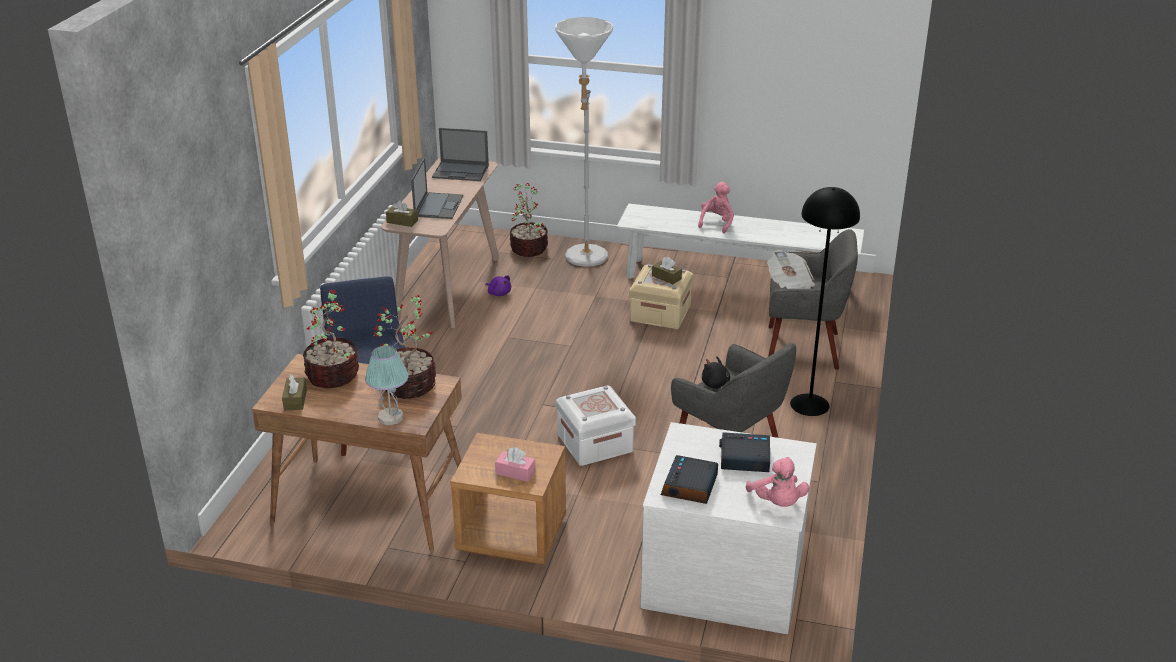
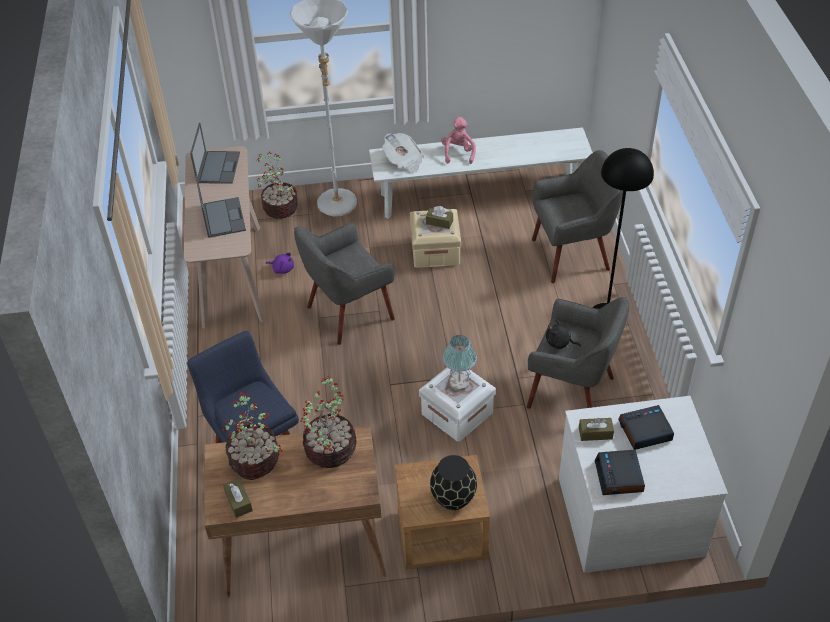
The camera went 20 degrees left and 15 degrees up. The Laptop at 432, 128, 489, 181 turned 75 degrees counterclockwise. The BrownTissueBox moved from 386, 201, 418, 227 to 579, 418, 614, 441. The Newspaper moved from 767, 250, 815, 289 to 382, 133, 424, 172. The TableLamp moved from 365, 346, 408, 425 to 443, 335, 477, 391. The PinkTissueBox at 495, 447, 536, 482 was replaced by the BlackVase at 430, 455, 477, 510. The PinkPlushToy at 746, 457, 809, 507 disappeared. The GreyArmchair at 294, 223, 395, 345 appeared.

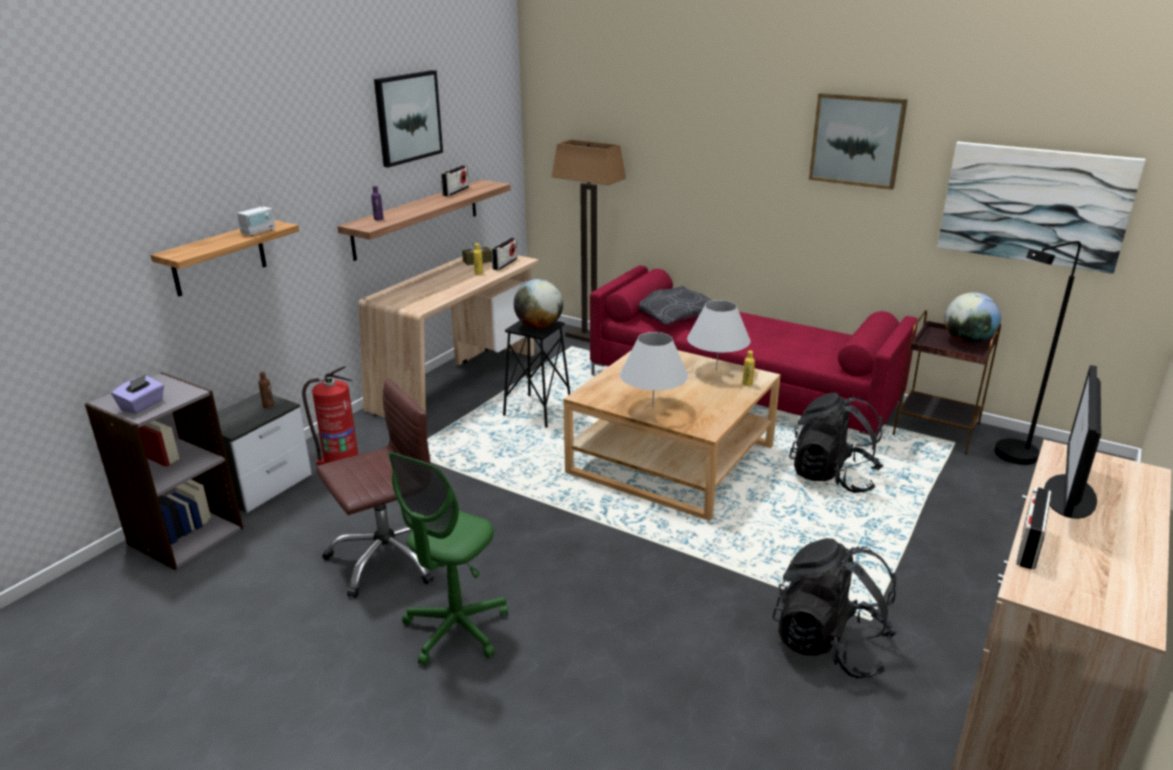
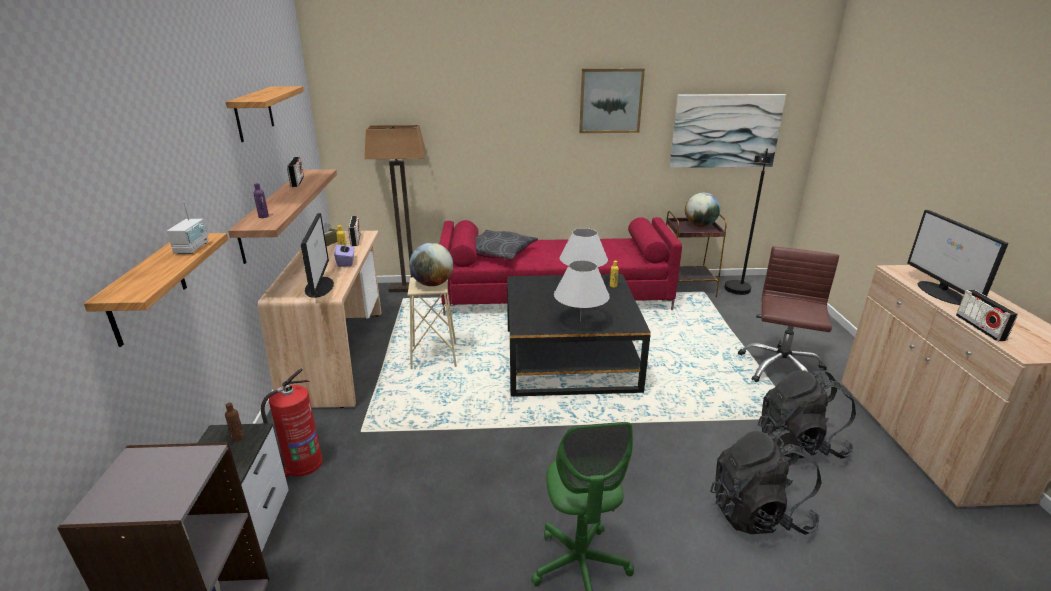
The camera went 35 degrees left and 0 degrees up. The Picture at 374, 70, 443, 168 was replaced by the Shelf at 226, 86, 304, 142. The BlackStool at 503, 321, 571, 428 became the BeigeStool at 407, 277, 457, 369. The BeigeCoffeeTable at 564, 350, 781, 521 became the BlackCoffeeTable at 507, 274, 651, 397. The PurpleTissueBox moved from 111, 374, 164, 414 to 334, 242, 355, 267. The BrownOfficeChair moved from 316, 379, 434, 598 to 738, 246, 839, 382. The BlackBackpack moved from 789, 393, 884, 493 to 710, 427, 822, 535. The Monitor at 301, 213, 334, 298 appeared.

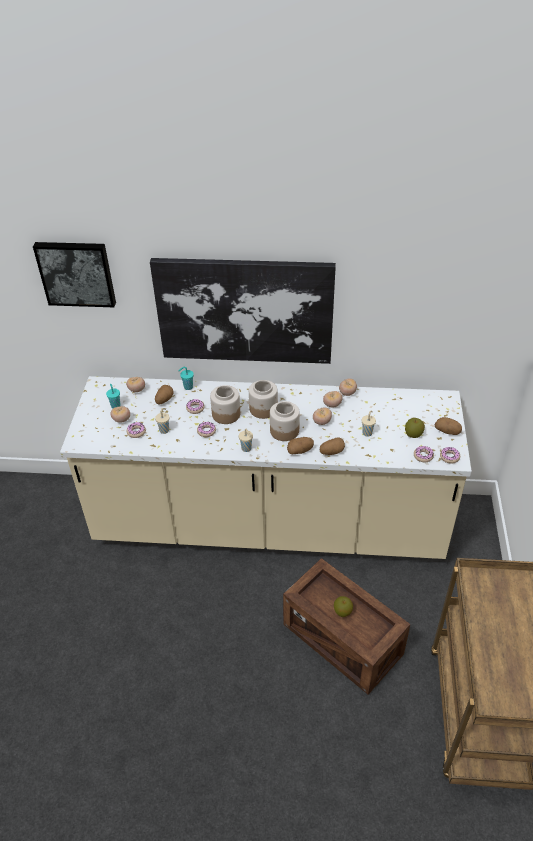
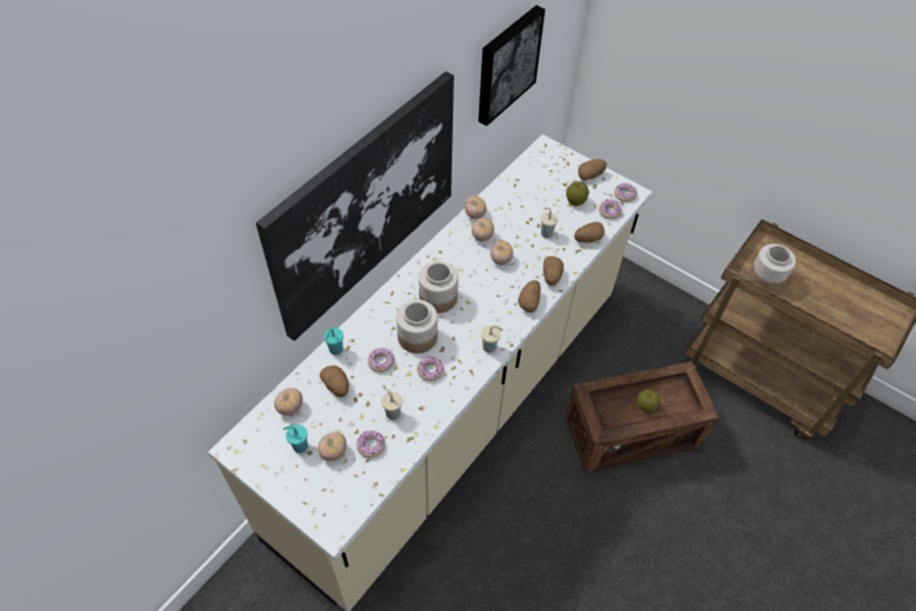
The camera went 60 degrees left and 10 degrees up. The Picture moved from 33, 242, 116, 307 to 478, 5, 545, 126. The Jar moved from 270, 401, 300, 441 to 749, 244, 796, 292. The Potato at 574, 222, 605, 243 appeared.

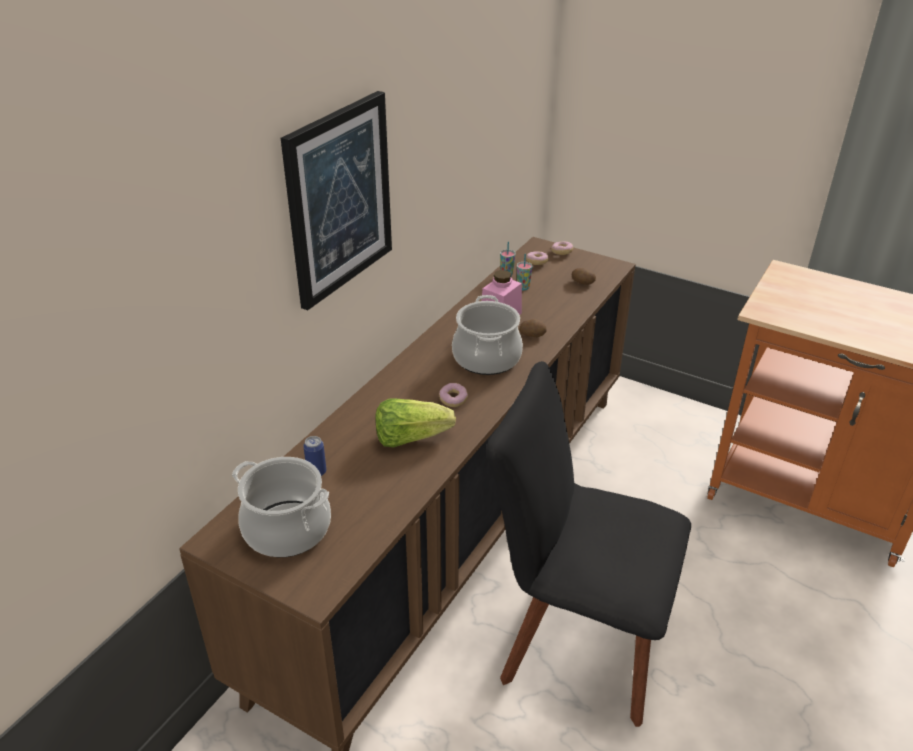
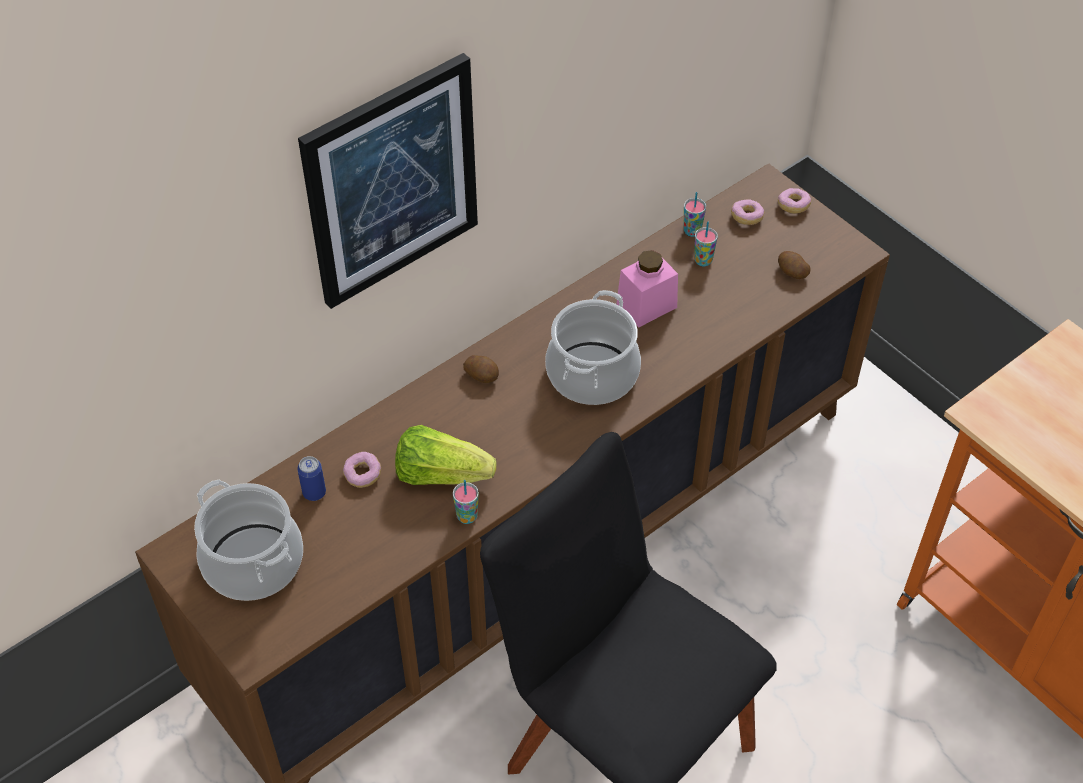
The camera went 20 degrees right and 15 degrees up. The Potato moved from 519, 319, 547, 337 to 463, 355, 499, 383. The Donut moved from 439, 383, 468, 407 to 343, 452, 381, 488. The Cup at 453, 480, 479, 524 appeared.

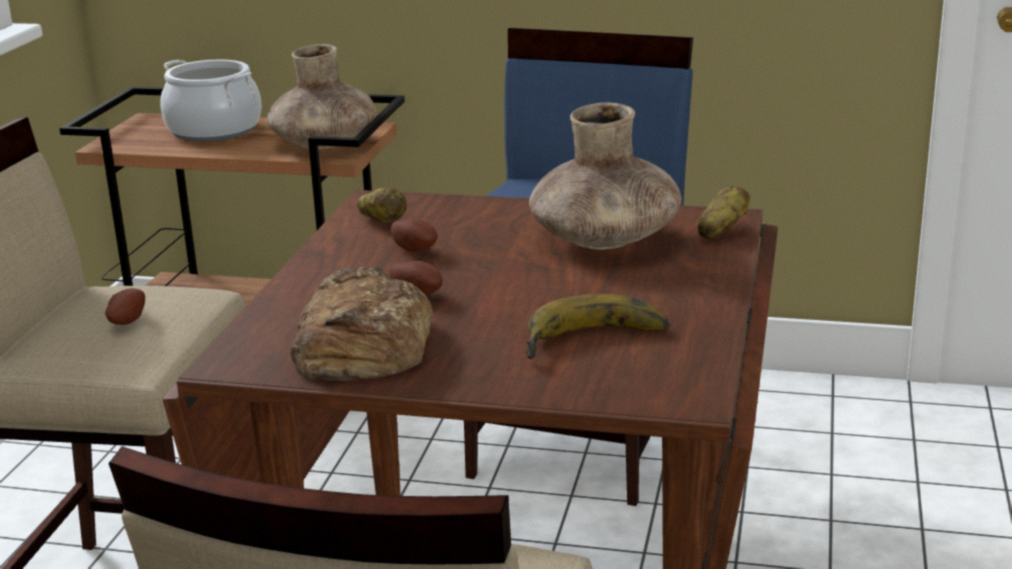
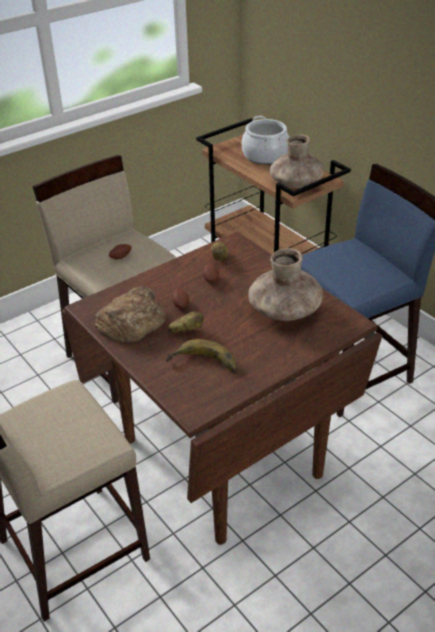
The camera went 40 degrees right and 15 degrees up. The Potato moved from 697, 186, 750, 239 to 168, 311, 204, 334.

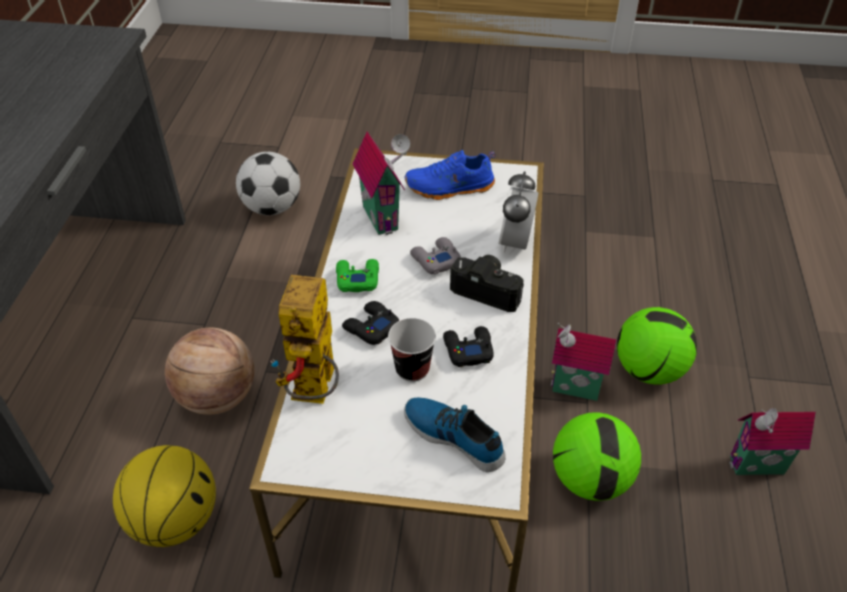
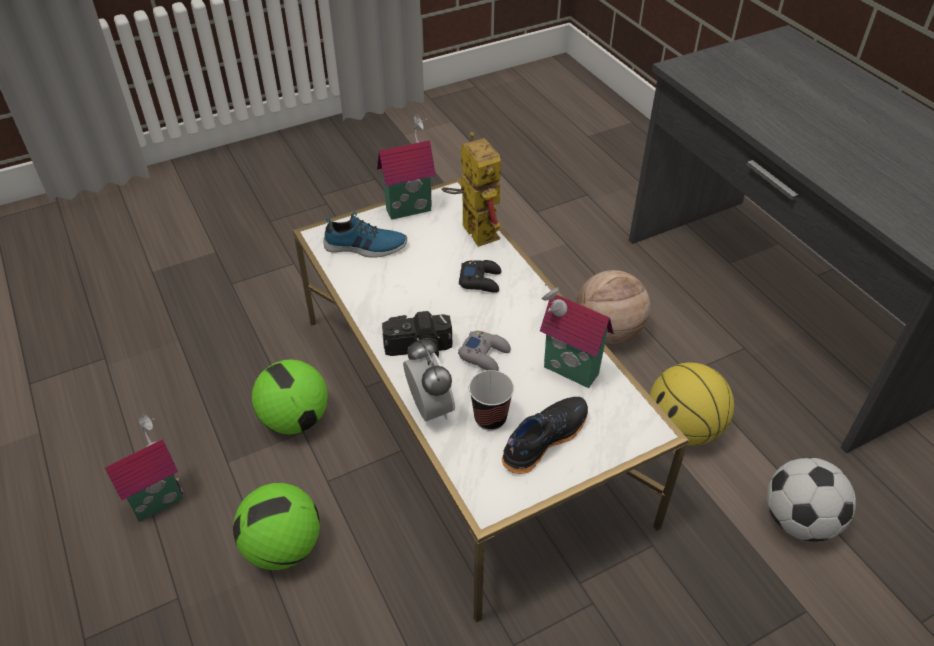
The camera went 145 degrees right and 0 degrees up. The BlueShoe at 405, 150, 496, 200 became the BlackShoe at 502, 397, 588, 474. The GreenGameController at 336, 259, 379, 292 disappeared. The Cup moved from 388, 318, 436, 382 to 469, 370, 514, 430. The ToyHouse moved from 551, 323, 617, 401 to 377, 114, 436, 220. The BlackGameController at 443, 326, 493, 367 disappeared. The Basketball moved from 113, 445, 216, 547 to 650, 363, 734, 445.

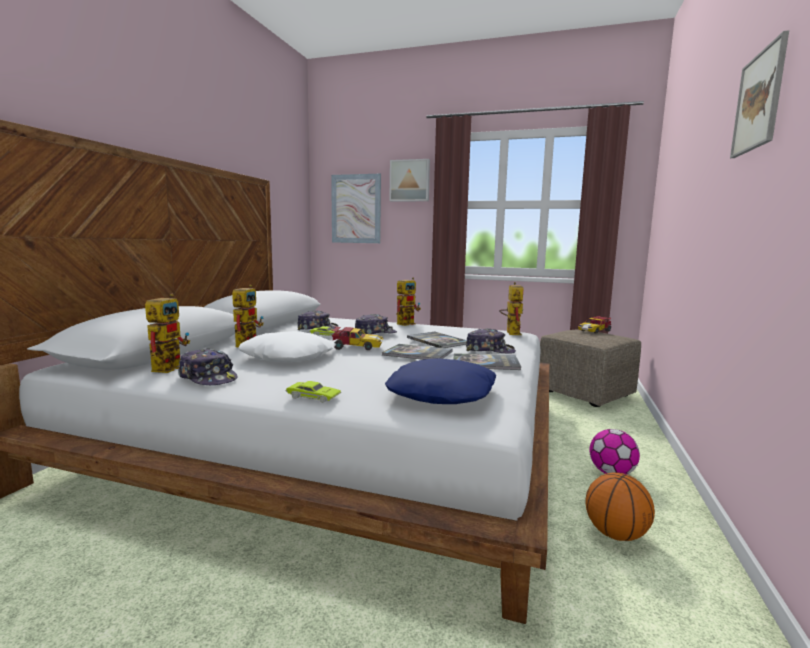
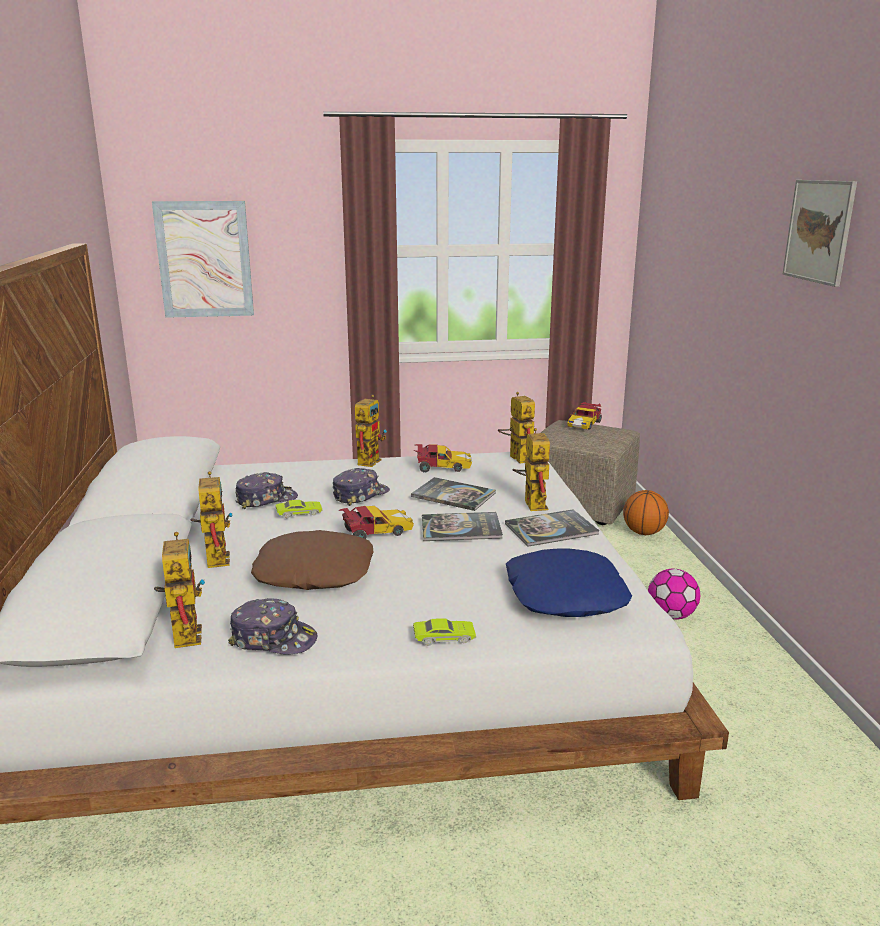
The camera went 25 degrees left and 10 degrees up. The Picture at 389, 159, 430, 202 disappeared. The Cap at 466, 328, 516, 354 was replaced by the ToyRobot at 512, 428, 550, 511. The WhitePillow at 238, 331, 336, 362 became the BrownPillow at 251, 530, 373, 590. The Basketball moved from 585, 473, 655, 541 to 623, 490, 669, 535. The ToyCar at 413, 444, 472, 473 appeared.

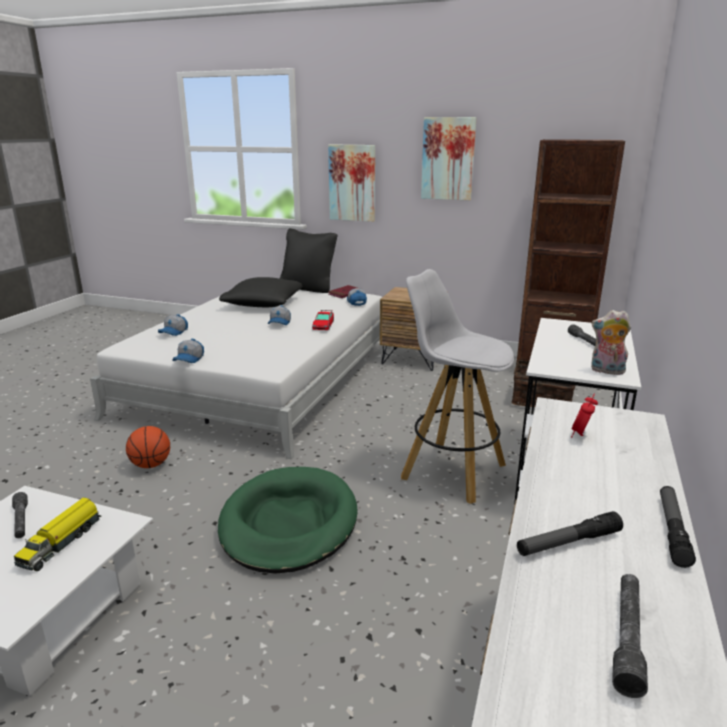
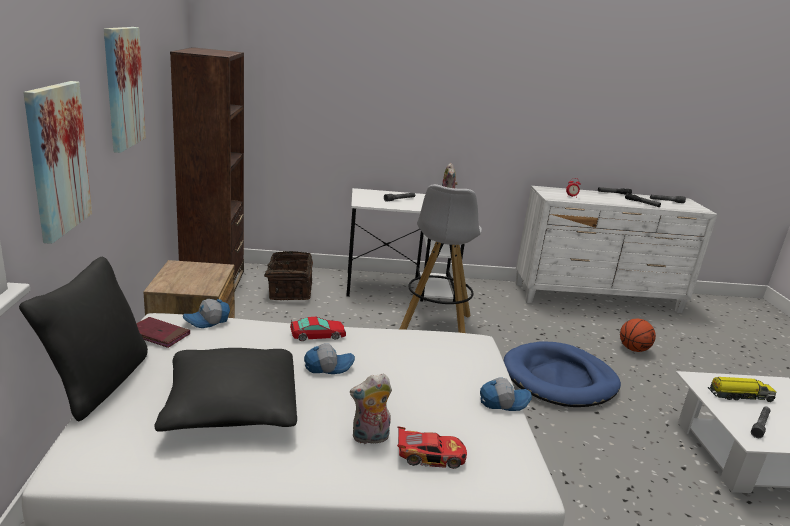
The camera went 115 degrees left and 0 degrees up. The Cap at 158, 314, 188, 336 was replaced by the ToyCar at 397, 427, 467, 469. The Basketball moved from 126, 426, 170, 468 to 620, 319, 656, 352. The GreenDogBed at 218, 467, 358, 574 became the BlueDogBed at 504, 342, 621, 407. The PlushToy at 350, 373, 392, 446 appeared.

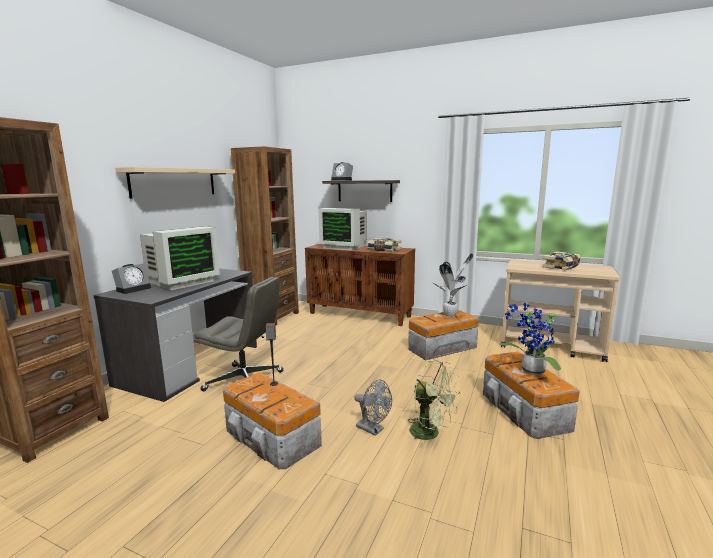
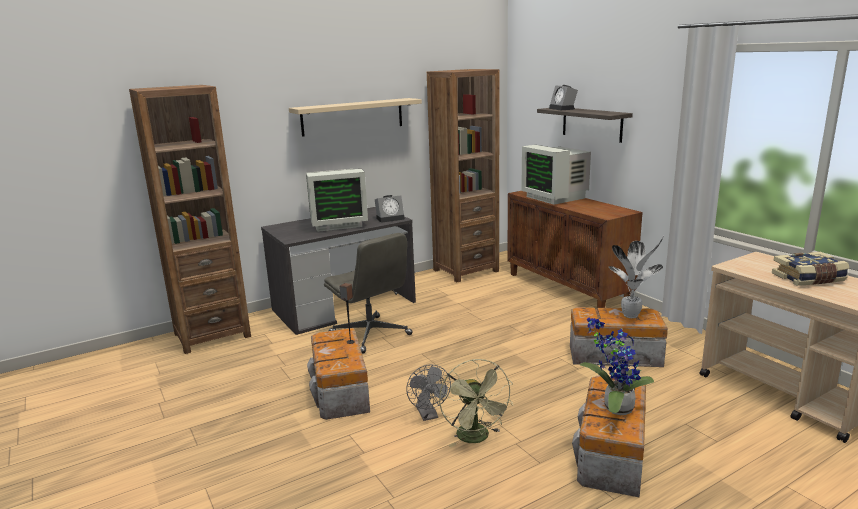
The camera went 35 degrees right and 5 degrees up. The Book at 368, 238, 401, 252 disappeared. The AlarmClock moved from 112, 263, 151, 294 to 375, 195, 405, 223.

